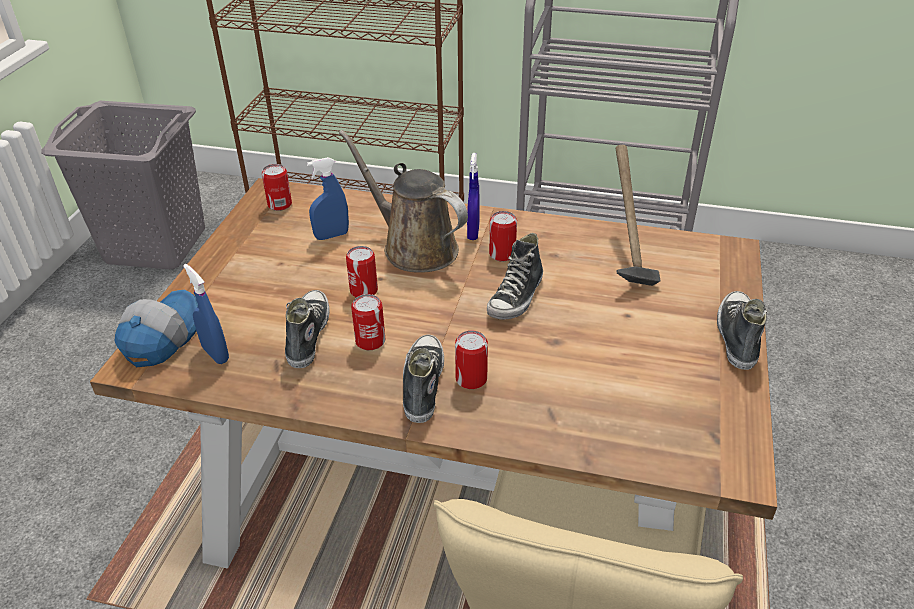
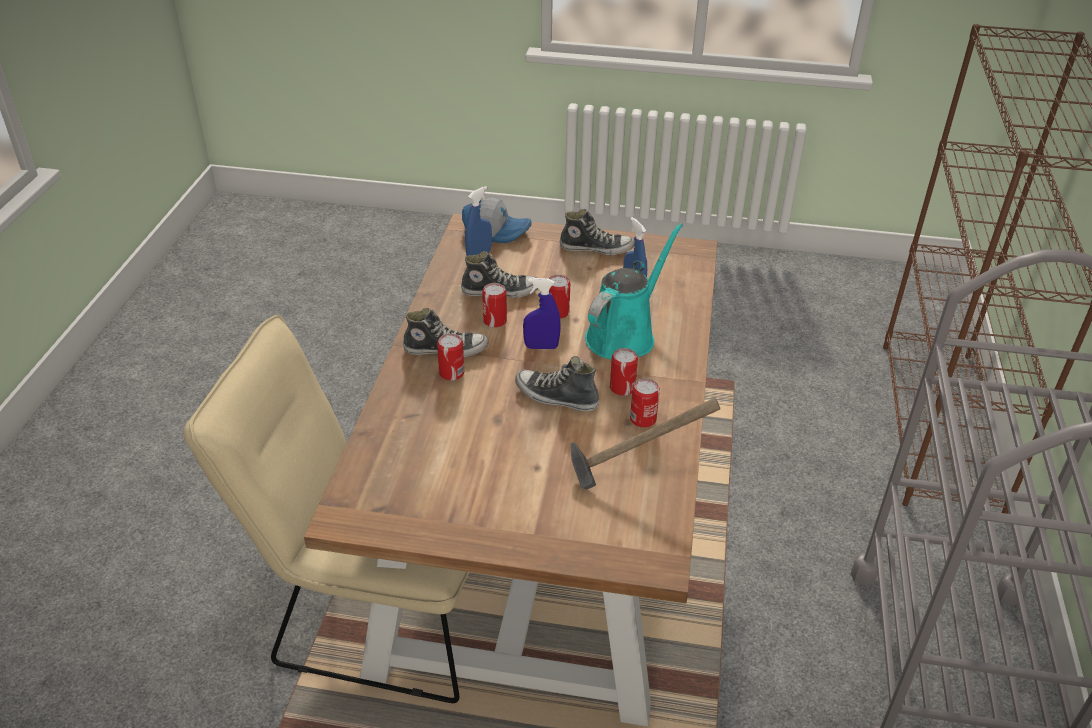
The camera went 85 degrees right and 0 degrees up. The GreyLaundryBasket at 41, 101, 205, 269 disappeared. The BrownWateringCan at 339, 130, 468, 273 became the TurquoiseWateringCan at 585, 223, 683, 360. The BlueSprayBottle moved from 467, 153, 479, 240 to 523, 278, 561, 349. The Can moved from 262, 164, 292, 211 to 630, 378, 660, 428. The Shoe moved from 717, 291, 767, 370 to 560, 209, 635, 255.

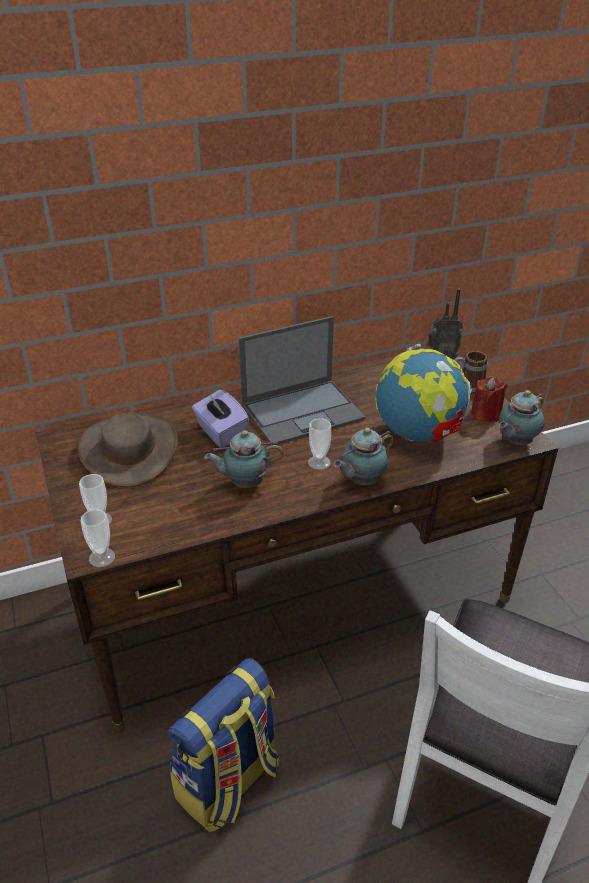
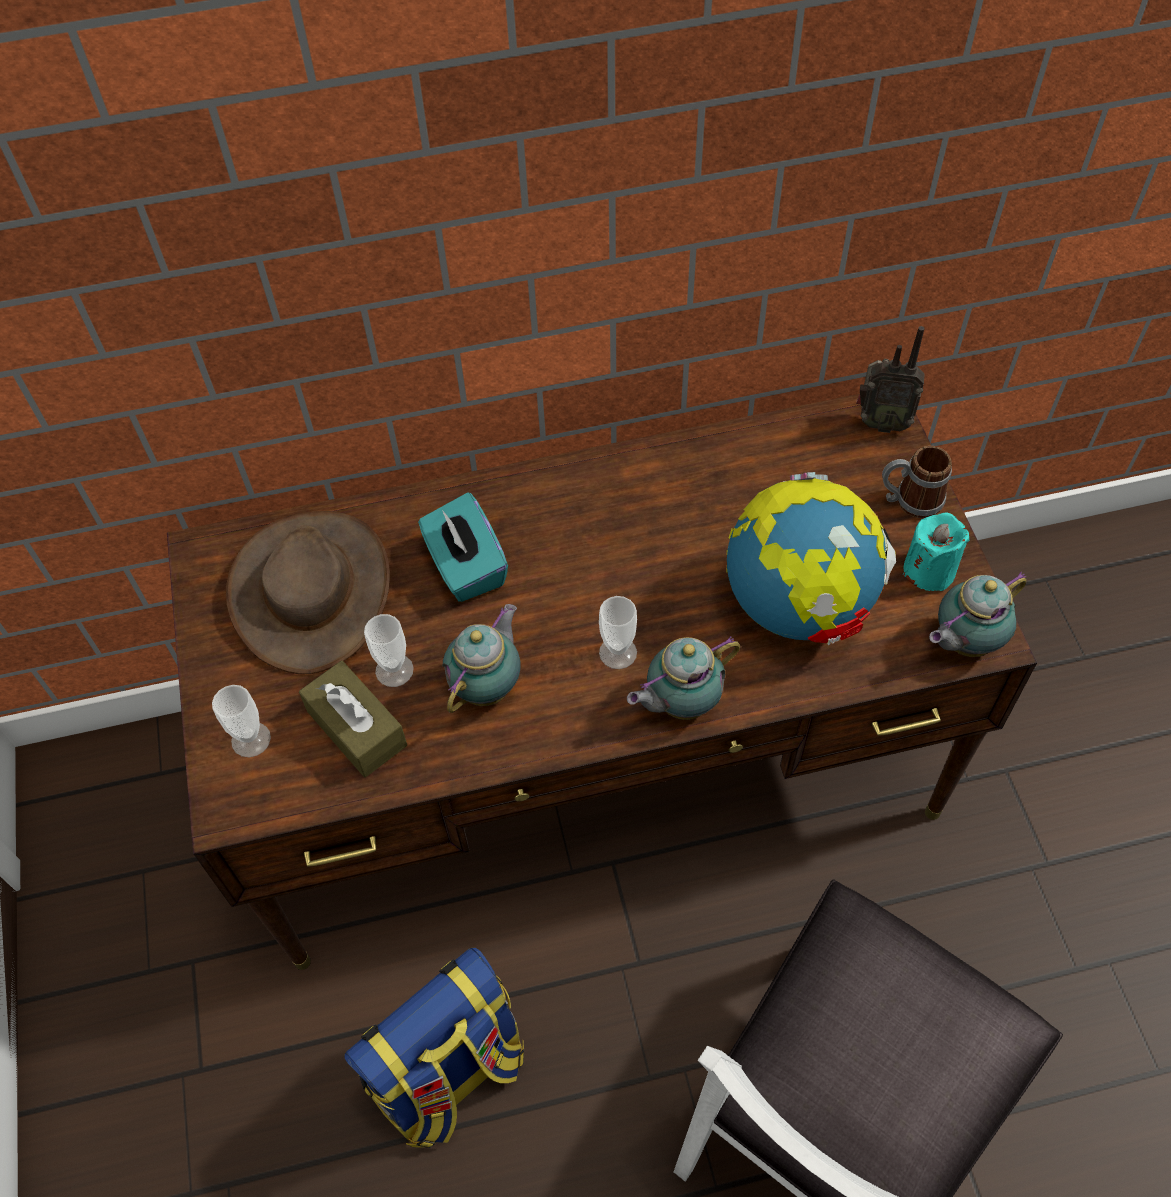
The camera went 10 degrees right and 20 degrees up. The Laptop at 239, 316, 366, 445 disappeared. The RedCandle at 471, 376, 507, 423 became the TurquoiseCandle at 903, 512, 969, 591. The PurpleTissueBox at 192, 390, 249, 448 became the TurquoiseTissueBox at 418, 492, 508, 602. The Teapot at 204, 430, 284, 488 turned 120 degrees clockwise. The Cup moved from 81, 509, 115, 567 to 364, 614, 414, 687. The BrownTissueBox at 299, 661, 407, 777 appeared.

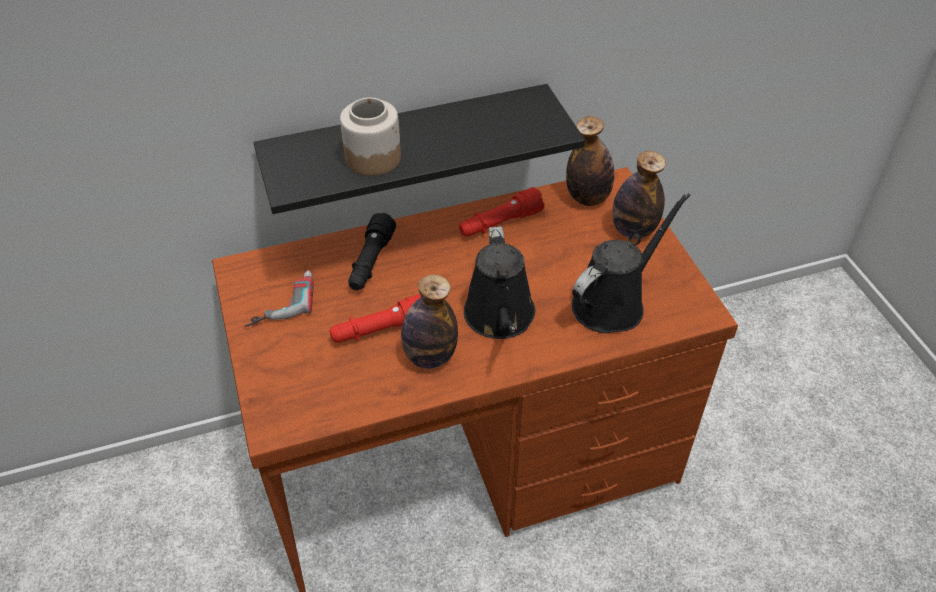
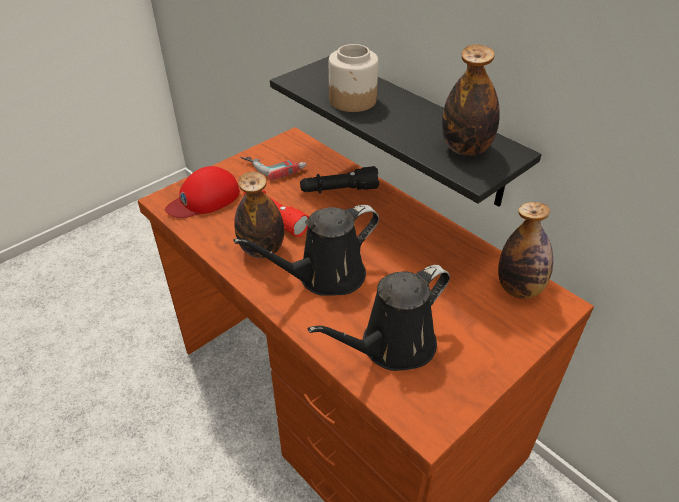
The camera went 65 degrees right and 5 degrees down. The Bottle moved from 612, 151, 666, 239 to 442, 44, 500, 156. The RedFlashlight at 459, 187, 545, 236 disappeared. The BlackWateringCan at 572, 193, 690, 333 turned 120 degrees clockwise. The RedCap at 165, 166, 240, 218 appeared.

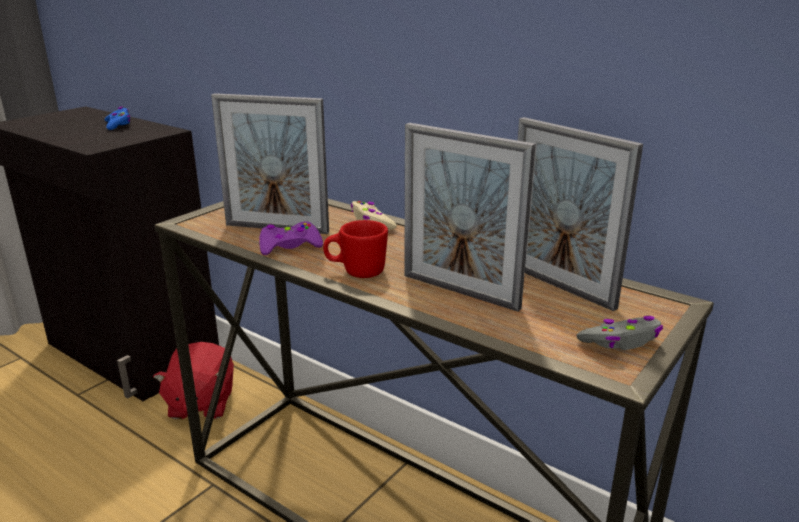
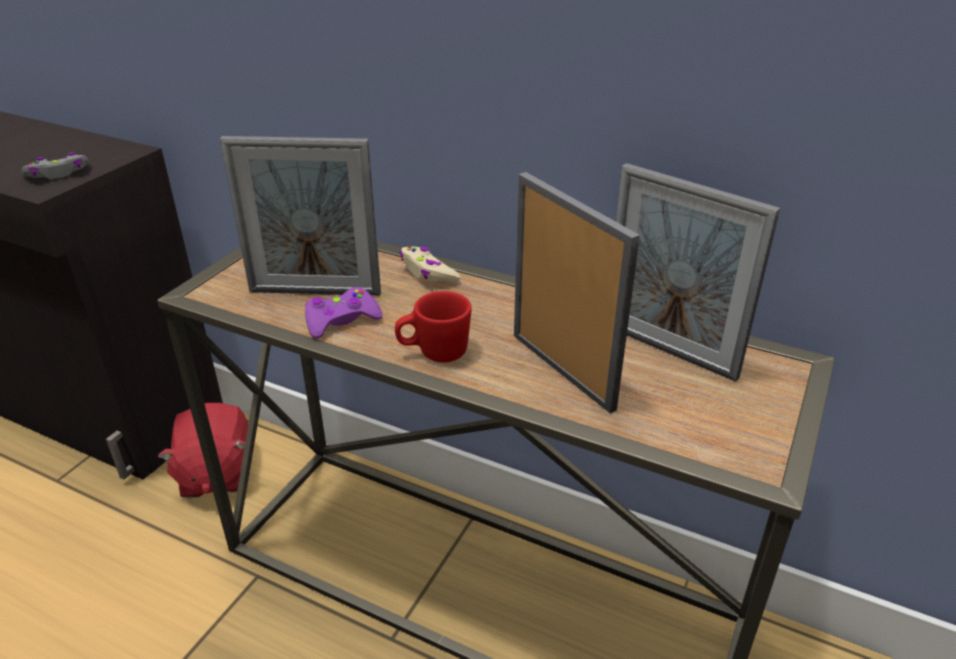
The camera went 10 degrees left and 10 degrees up. The BlueGameController at 104, 107, 130, 130 disappeared. The PictureFrame at 404, 123, 536, 312 turned 150 degrees counterclockwise. The GreyGameController moved from 576, 316, 663, 350 to 21, 152, 89, 179.

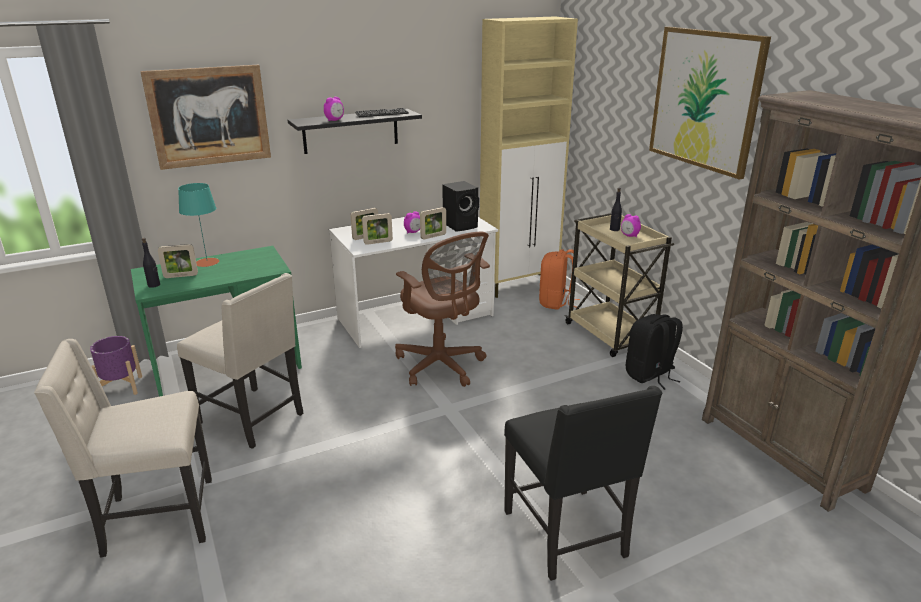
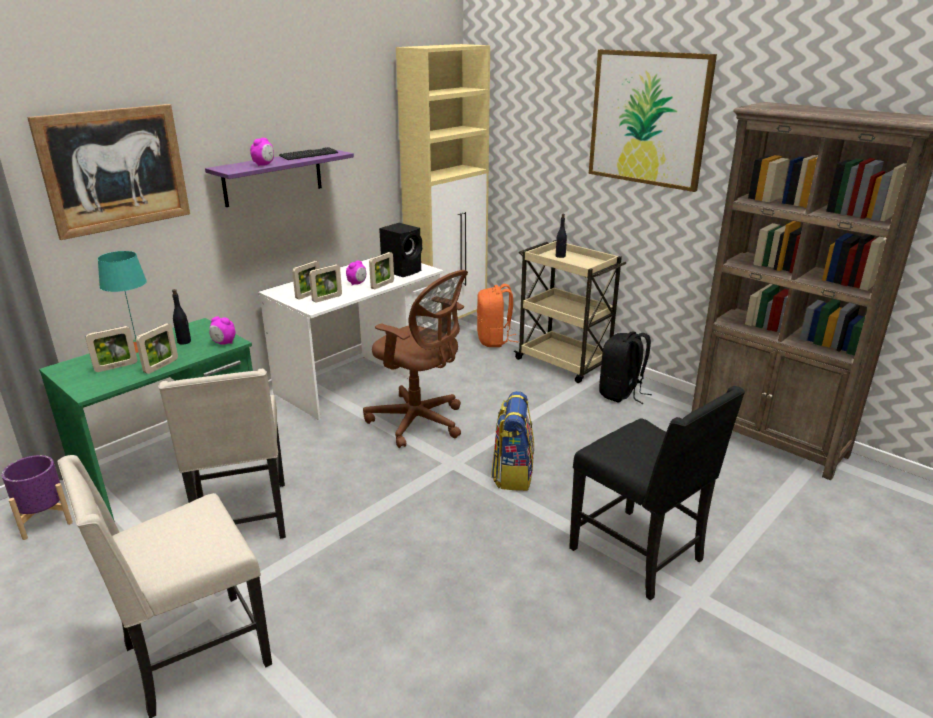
The camera went 20 degrees left and 0 degrees up. The BlackShelf at 288, 109, 422, 154 became the PurpleShelf at 205, 150, 354, 207. The AlarmClock moved from 621, 214, 641, 237 to 209, 317, 235, 345. The BlackBottle moved from 142, 238, 160, 288 to 172, 289, 191, 344. The BeigeChair at 177, 273, 303, 448 turned 60 degrees clockwise. The PictureFrame at 136, 323, 178, 374 appeared. The Backpack at 491, 391, 534, 491 appeared.

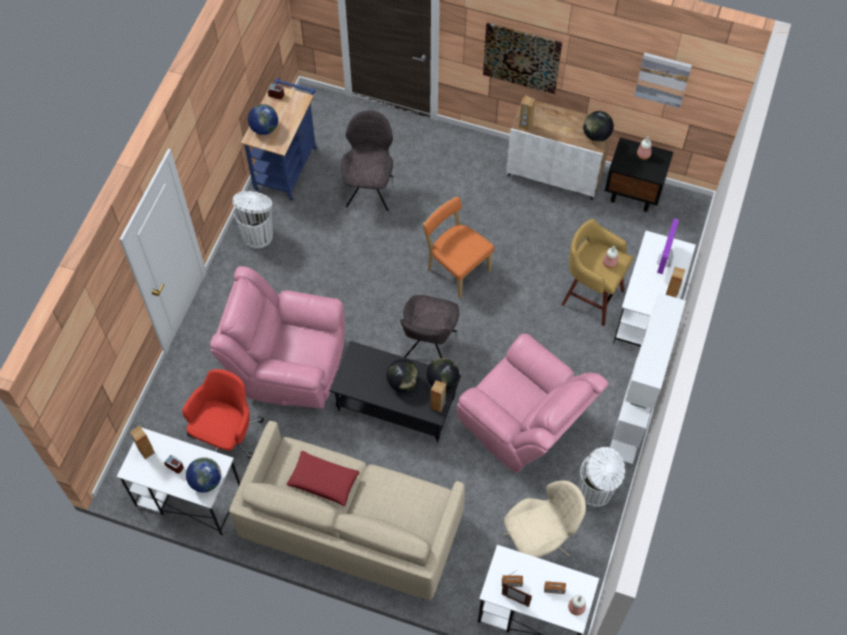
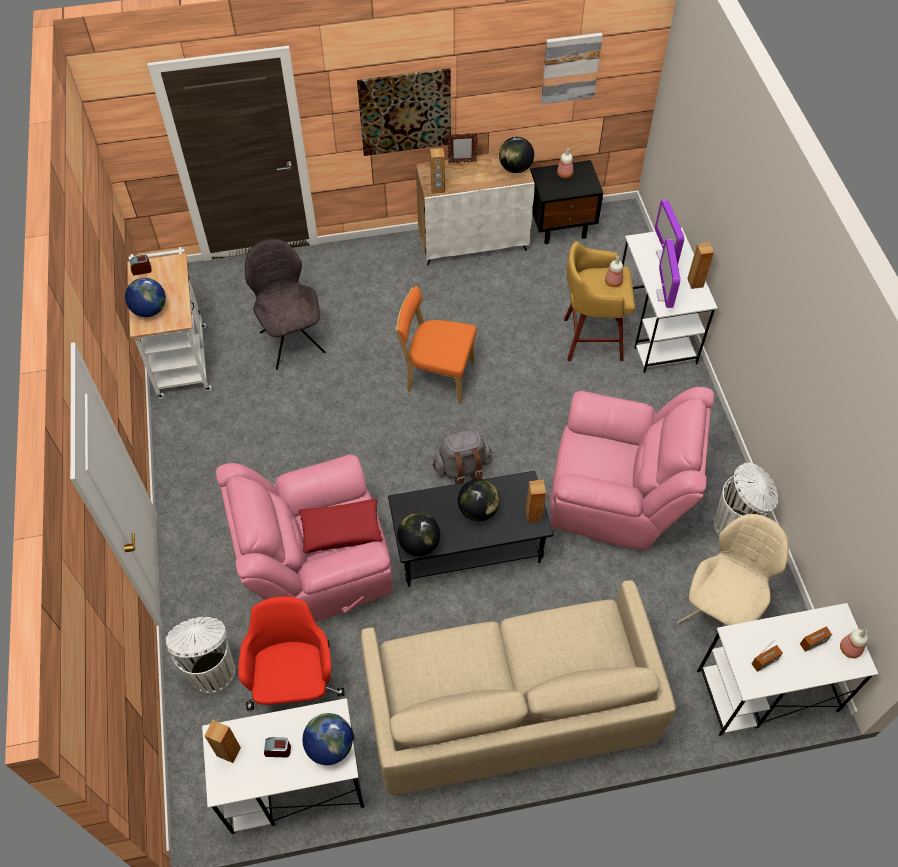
The camera went 30 degrees left and 5 degrees down. The BlueCart at 241, 78, 318, 201 became the WhiteCart at 128, 247, 212, 398. The WhiteTrashCan moved from 232, 191, 273, 249 to 166, 617, 235, 694. The WhiteBookcase at 610, 293, 686, 464 disappeared. The GreyChair at 400, 295, 459, 358 was replaced by the GreyBackpack at 432, 430, 492, 484. The Globe moved from 427, 358, 459, 390 to 397, 513, 440, 556. The RedPillow moved from 287, 451, 359, 506 to 299, 499, 383, 553. The PictureFrame moved from 502, 583, 532, 607 to 447, 133, 478, 163. The Monitor at 656, 239, 680, 308 appeared.

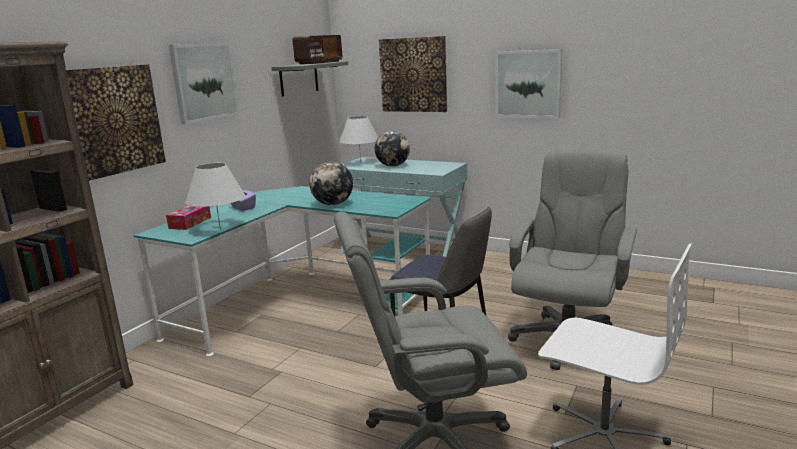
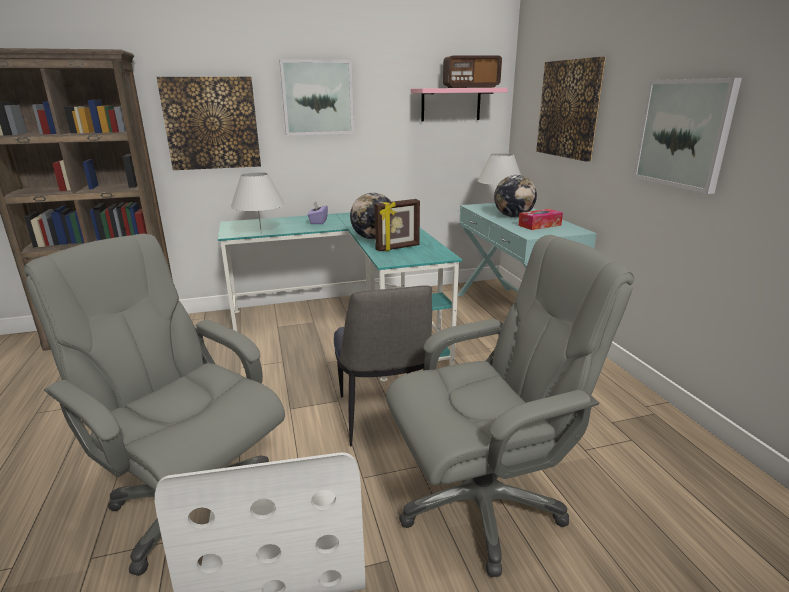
The camera went 45 degrees right and 5 degrees up. The GreyShelf at 271, 61, 348, 97 became the PinkShelf at 411, 88, 508, 121. The TissueBox moved from 166, 205, 211, 230 to 518, 209, 563, 230. The PictureFrame at 375, 199, 420, 252 appeared.

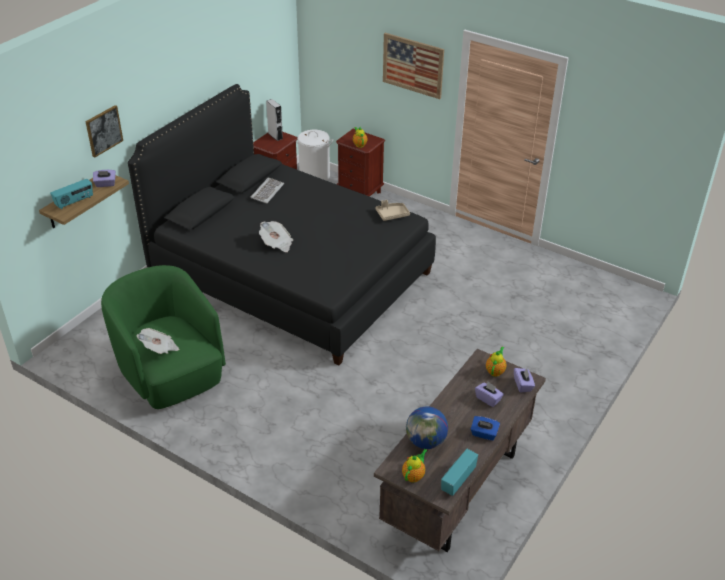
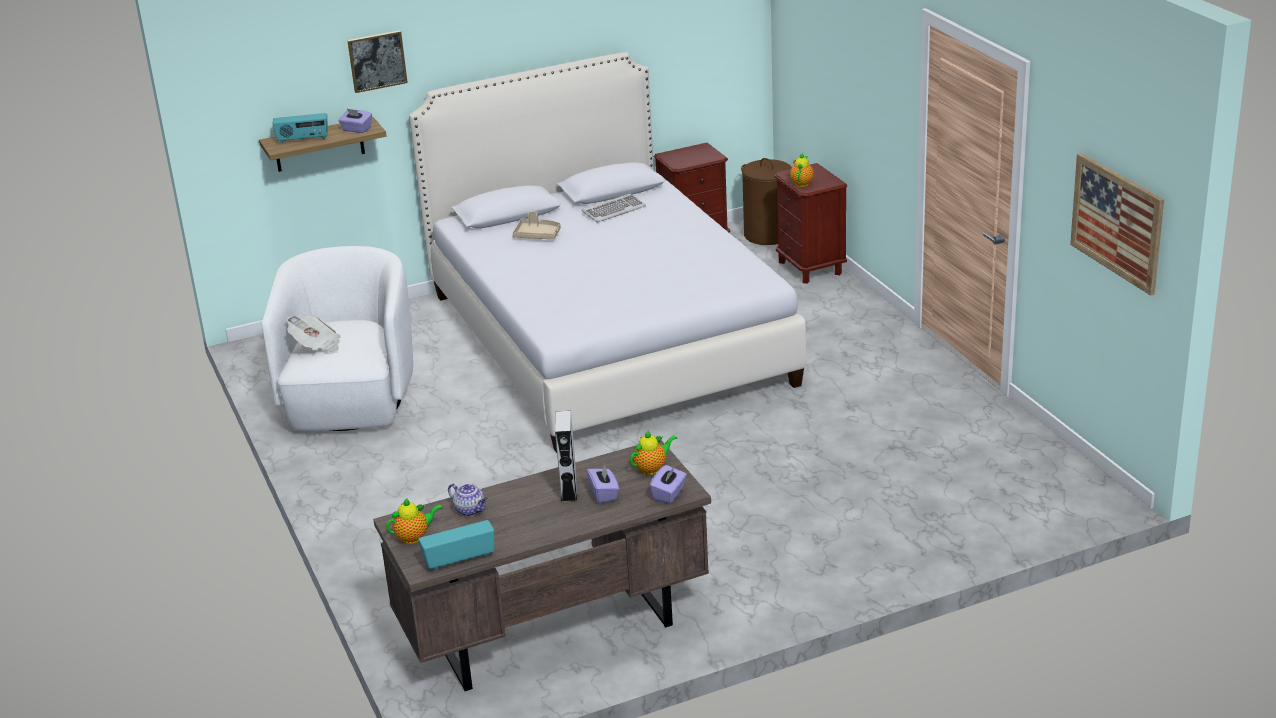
The camera went 35 degrees right and 10 degrees down. The Picture moved from 383, 33, 444, 99 to 1070, 153, 1164, 296. The BlackBed at 128, 84, 436, 365 became the WhiteBed at 409, 52, 806, 453. The GreySpeaker moved from 266, 99, 283, 141 to 555, 411, 577, 502. The WhiteLaundryBasket at 296, 130, 333, 181 became the BrownLaundryBasket at 741, 158, 792, 245. The BeigeTray moved from 376, 200, 410, 221 to 512, 212, 561, 239. The Newspaper at 259, 221, 293, 252 disappeared. The GreenArmchair at 101, 265, 226, 409 became the WhiteArmchair at 262, 246, 413, 431. The Globe at 406, 406, 448, 449 was replaced by the Teapot at 448, 484, 488, 516. The BlueTissueBox at 471, 416, 500, 441 disappeared.

